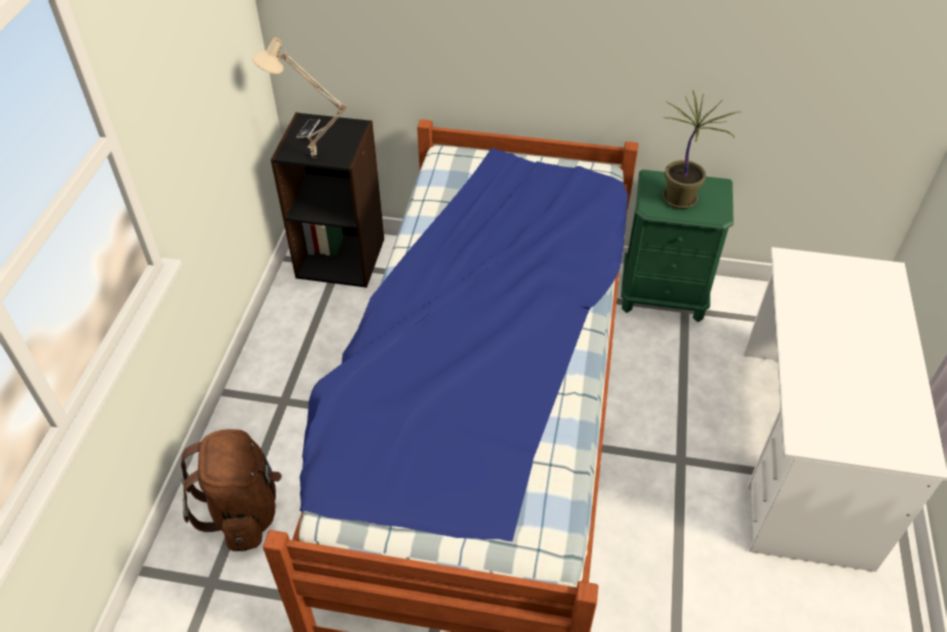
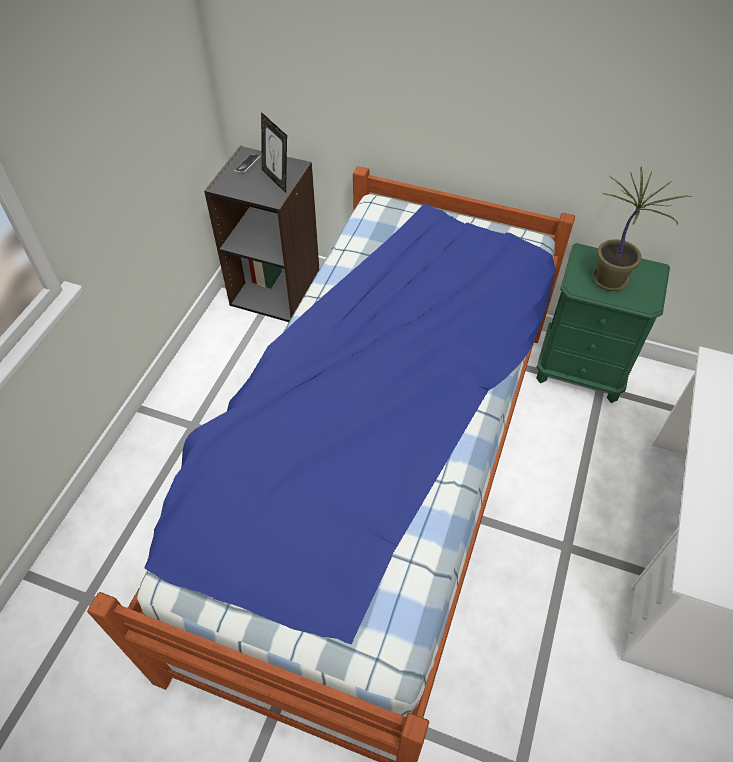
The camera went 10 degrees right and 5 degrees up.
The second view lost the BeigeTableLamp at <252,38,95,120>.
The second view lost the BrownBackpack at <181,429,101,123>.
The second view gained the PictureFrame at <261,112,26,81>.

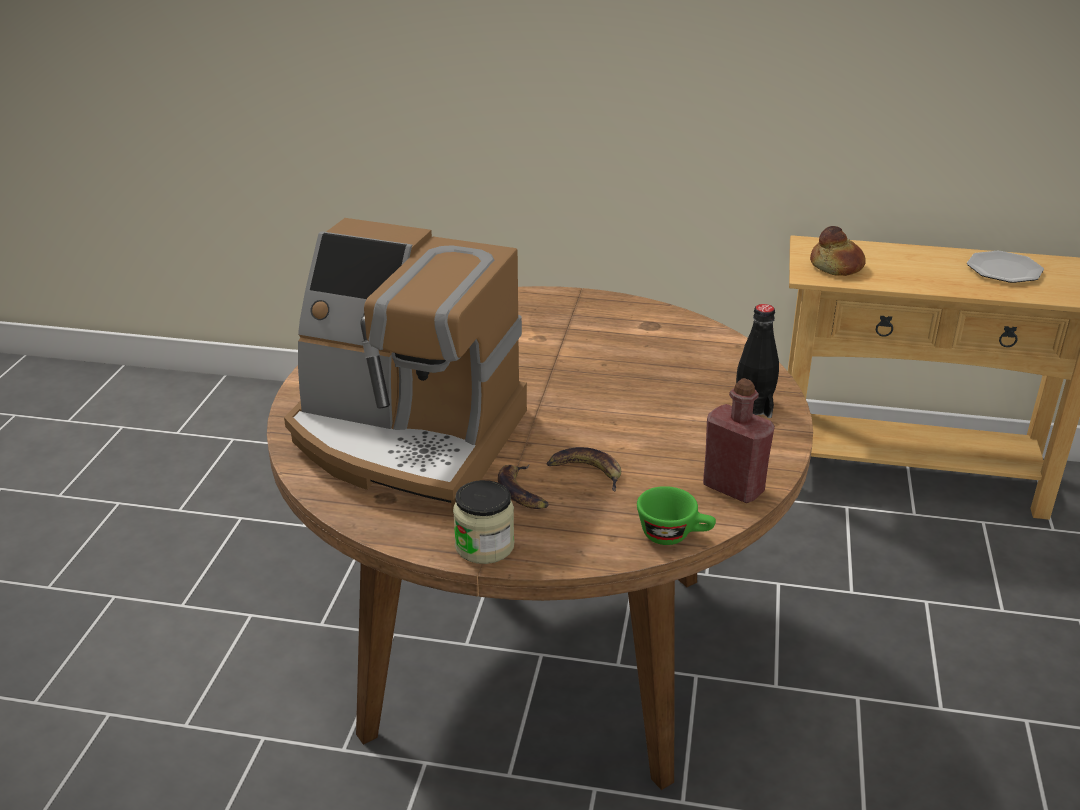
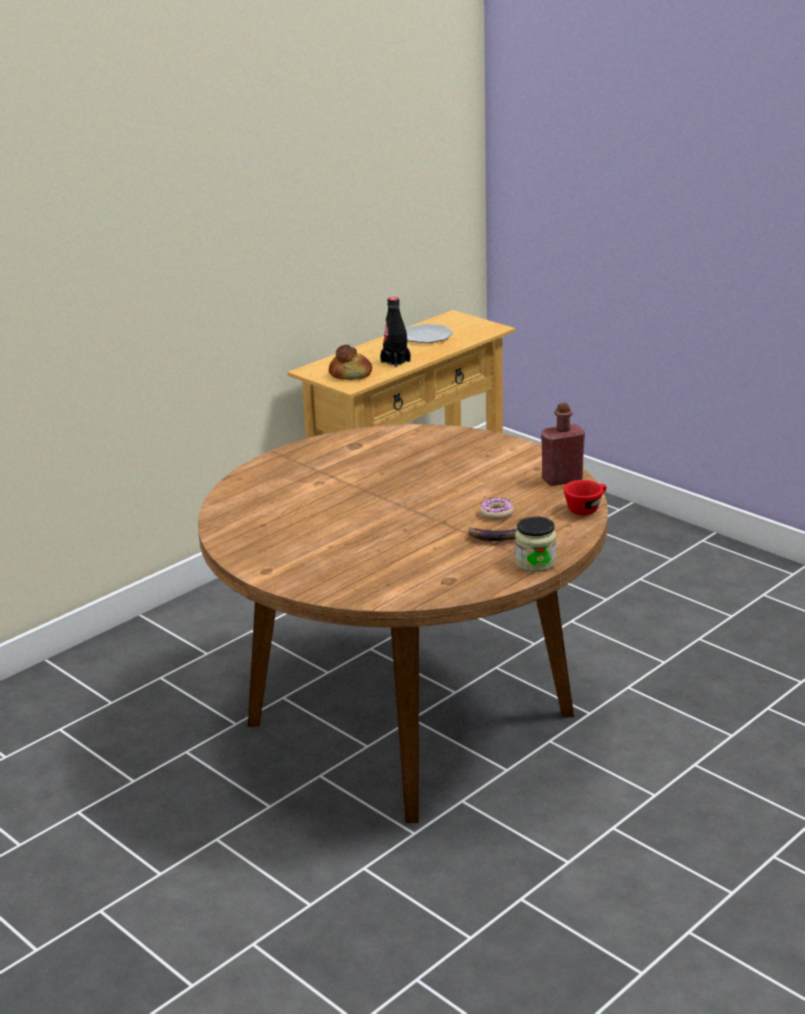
The camera went 55 degrees left and 5 degrees down.
The second view lost the CoffeeMachine at <284,218,243,295>.
The BlackBottle ended up elsewhere, having gone from <736,304,43,114> to <380,297,31,70>.
Where the Banana stood at <547,447,74,44>, the Donut came to stand at <479,497,35,23>.
What was the GreenCup at <637,486,79,59> turned into the RedCup at <564,480,43,35>.

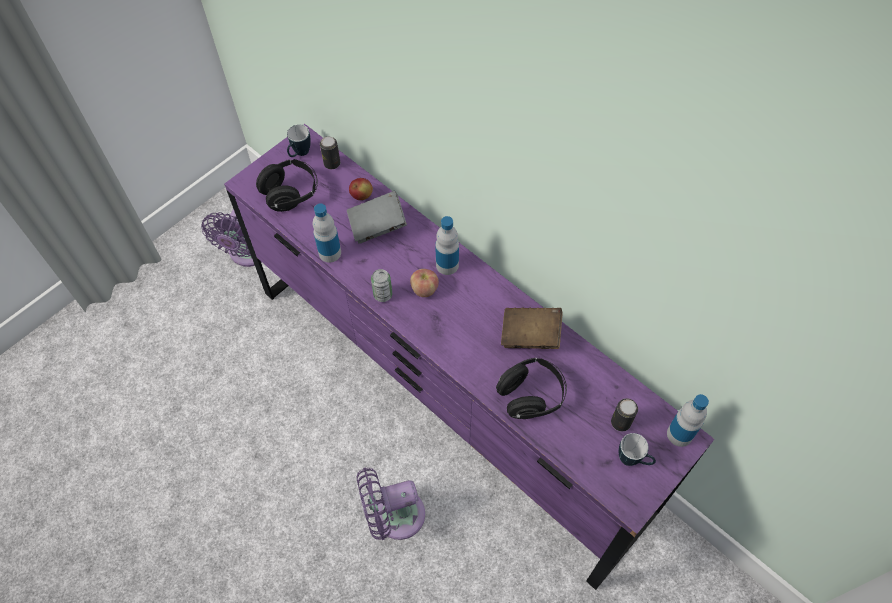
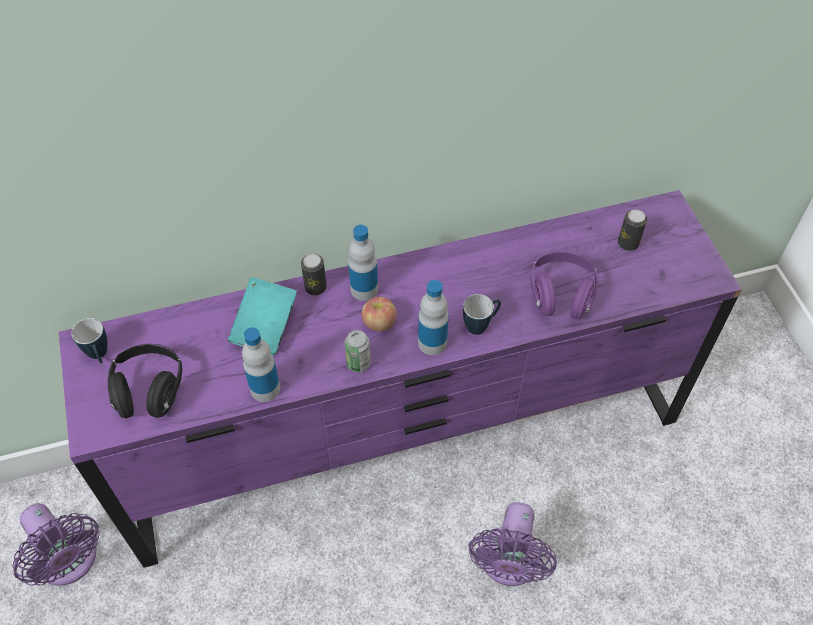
The camera went 60 degrees left and 5 degrees down.
The Can ended up elsewhere, having gone from <320,136,20,33> to <301,254,26,41>.
The second view lost the Apple at <349,178,24,22>.
What was the GreyBook at <347,191,60,53> turned into the TurquoiseBook at <228,277,69,78>.
The second view lost the BrownBook at <501,308,62,41>.
What was the BlackHeadphones at <496,358,71,61> turned into the PurpleHeadphones at <531,252,67,67>.
The Bottle ended up elsewhere, having gone from <667,394,42,53> to <418,280,31,75>.
The Mug ended up elsewhere, having gone from <619,433,37,33> to <463,294,38,41>.

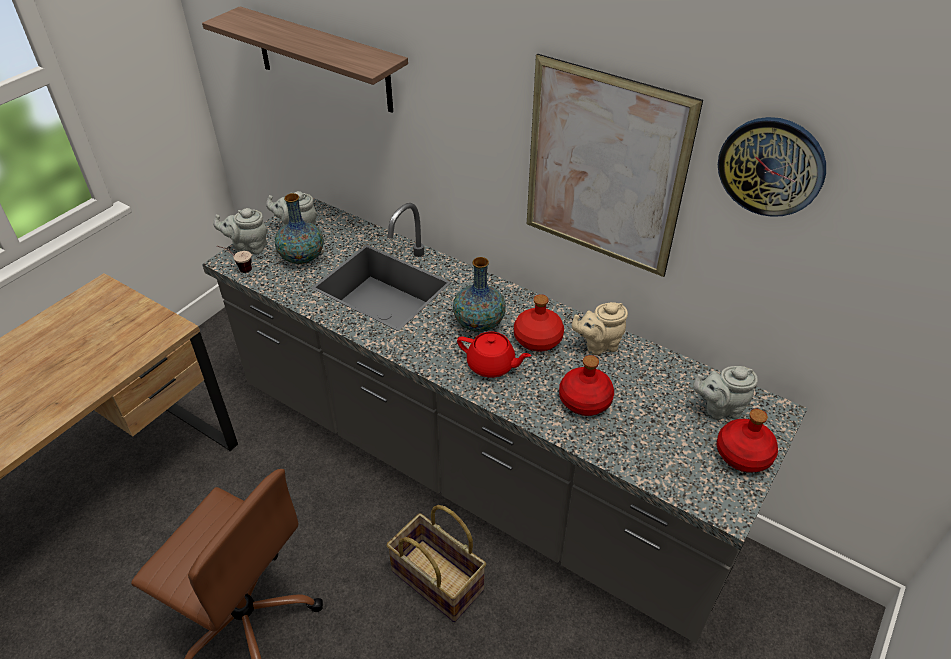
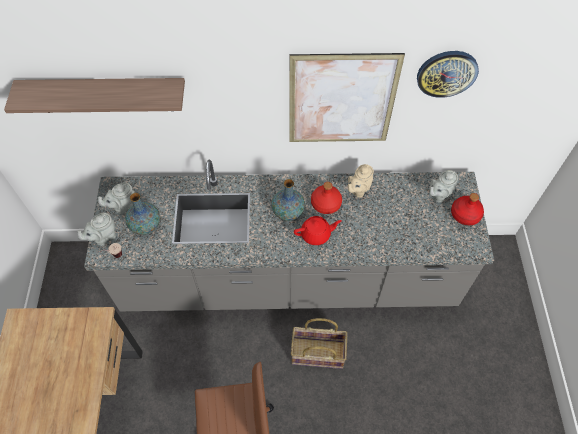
The camera went 35 degrees left and 15 degrees up.
The second view lost the RedBottle at <559,355,55,61>.

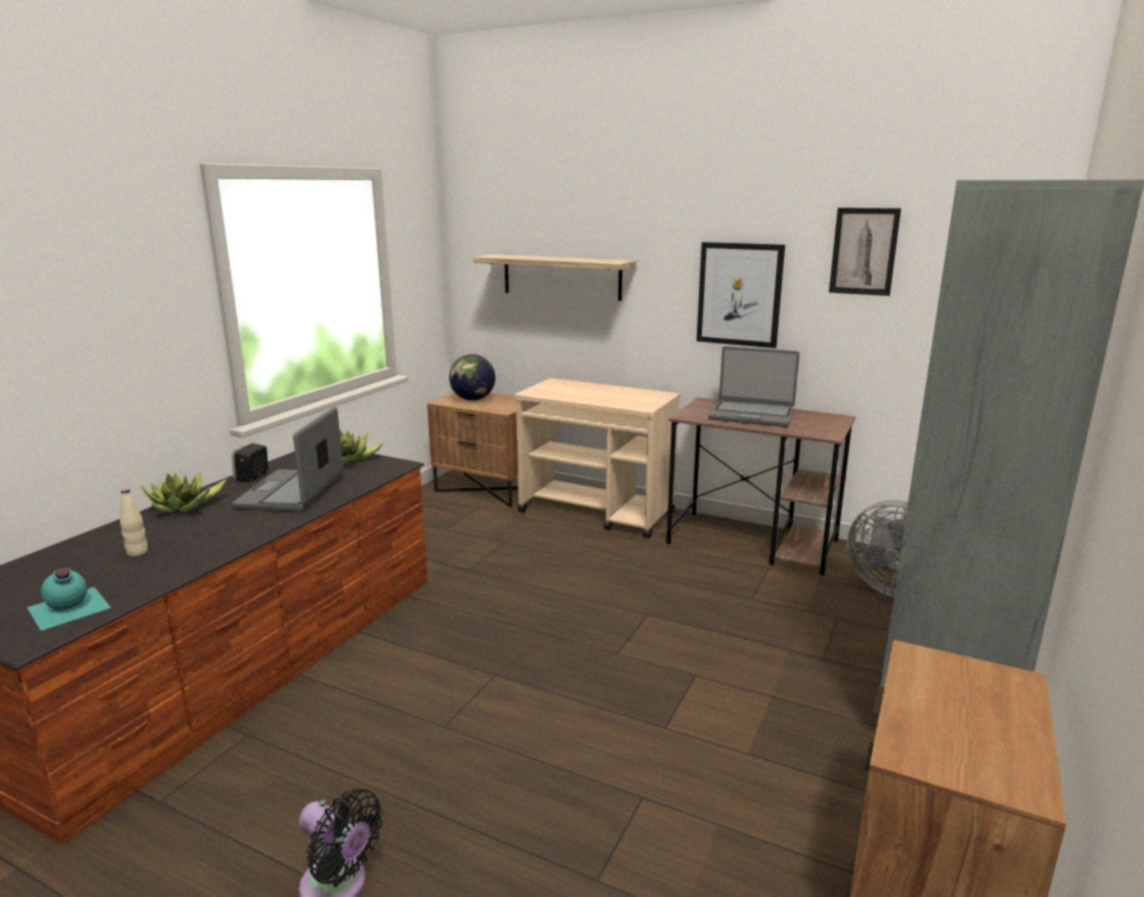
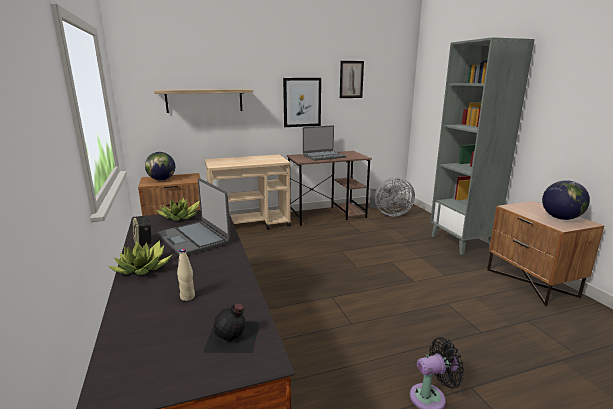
The camera went 45 degrees left and 0 degrees up.
What was the TurquoiseBottle at <27,567,84,64> turned into the BlackBottle at <203,303,57,50>.
The second view gained the Globe at <542,180,48,40>.

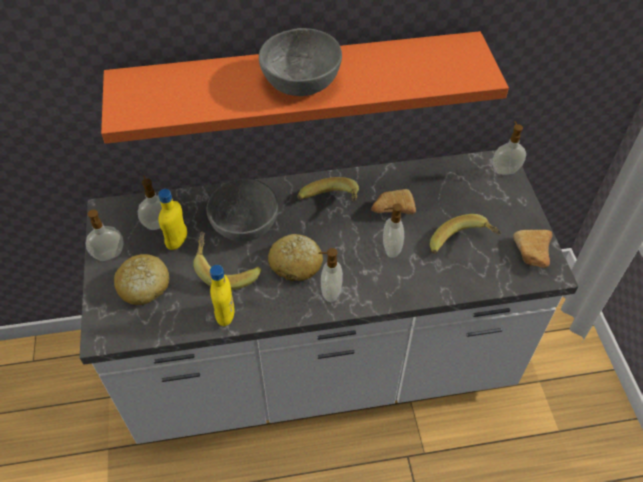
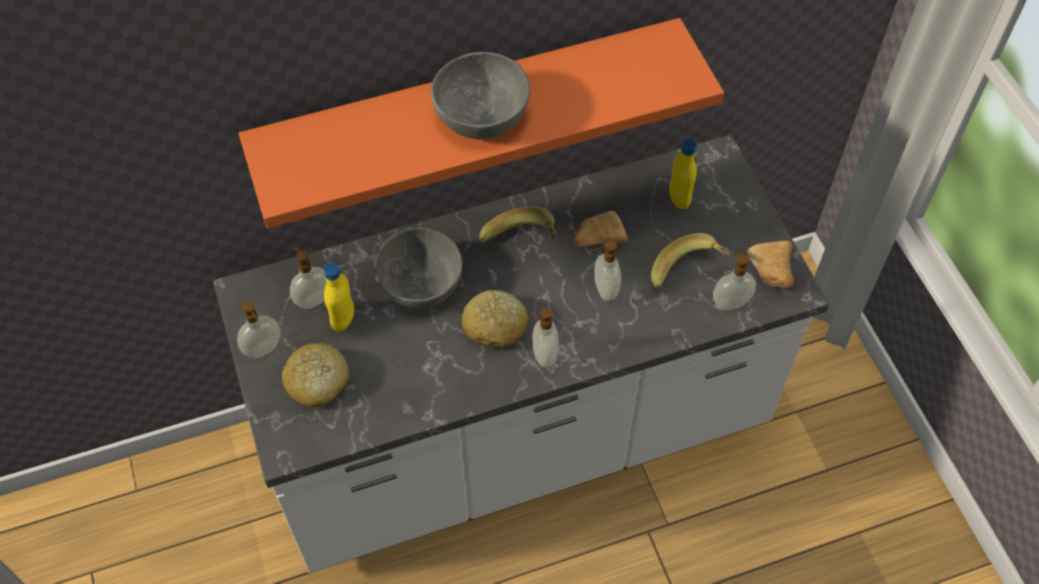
The camera went 10 degrees left and 5 degrees up.
The SoapDispenser ended up elsewhere, having gone from <492,121,34,54> to <713,248,43,62>.
The second view lost the Banana at <193,232,69,58>.
The YellowBottle ended up elsewhere, having gone from <210,265,25,61> to <669,139,28,70>.

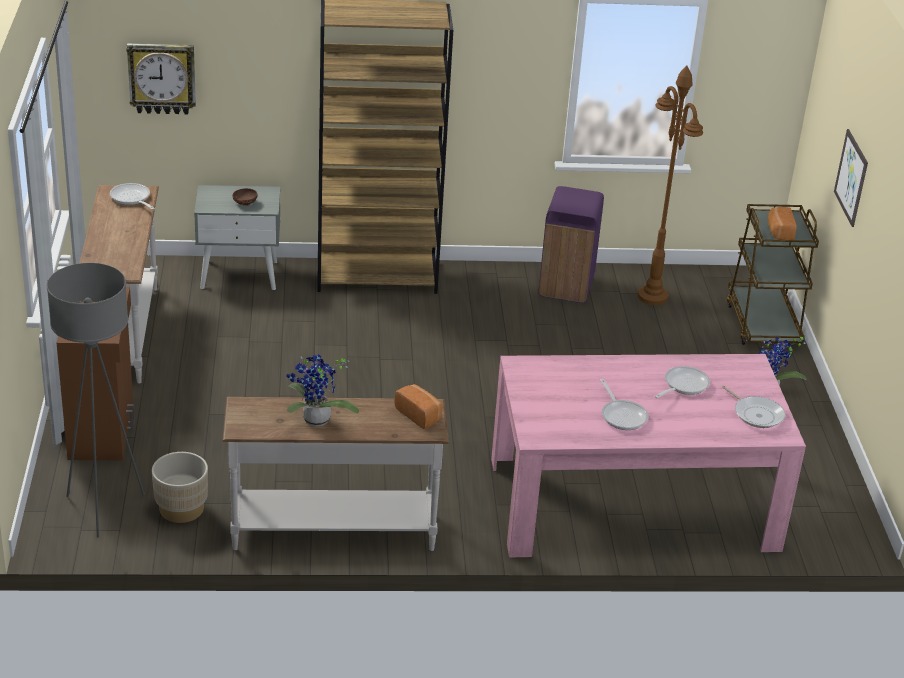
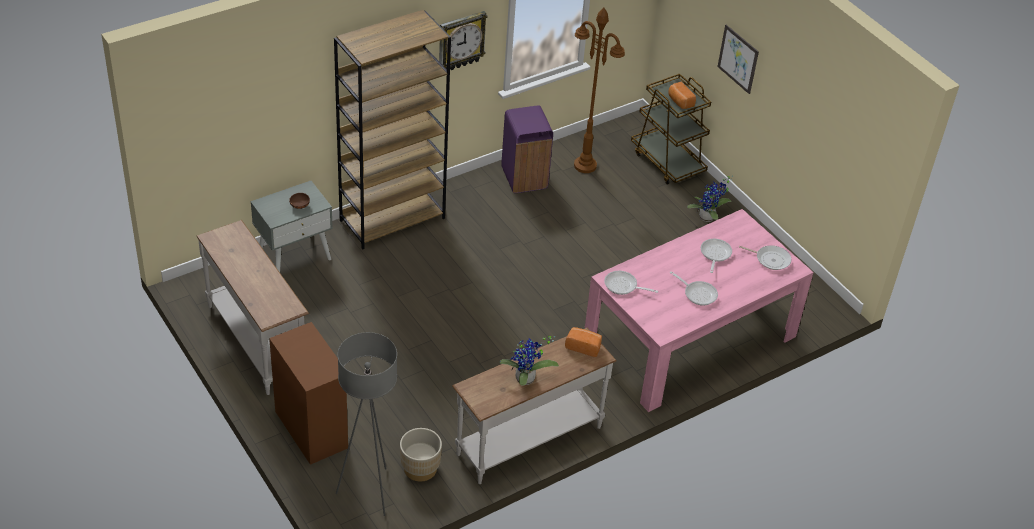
The camera went 30 degrees left and 10 degrees up.
The WallClock ended up elsewhere, having gone from <127,43,69,71> to <439,11,48,59>.
The FryingPan ended up elsewhere, having gone from <110,183,45,27> to <604,271,54,24>.

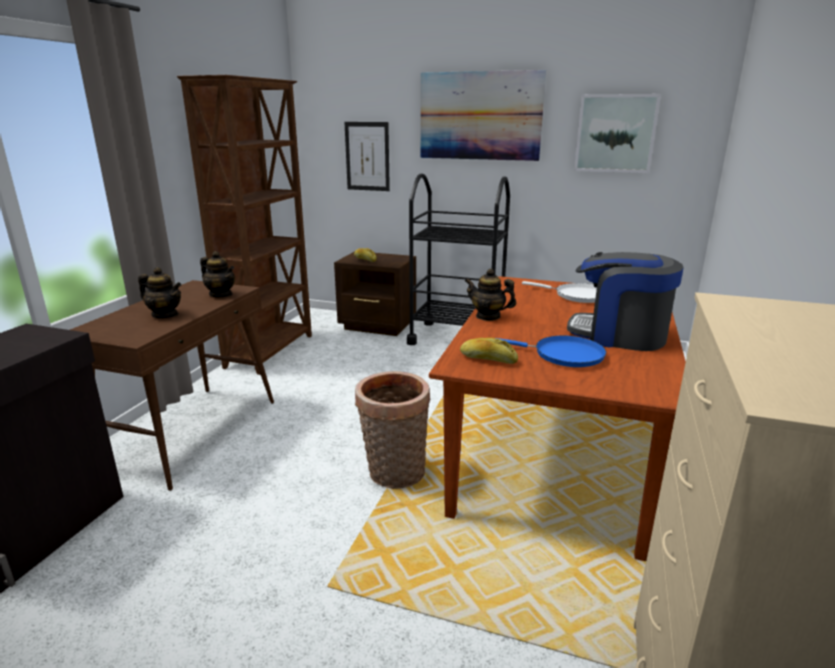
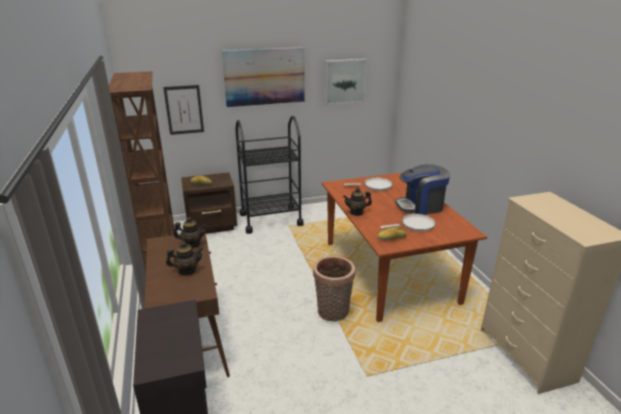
The camera went 35 degrees left and 5 degrees up.
What was the BlueFryingPan at <496,335,110,32> turned into the WhiteFryingPan at <380,214,56,18>.

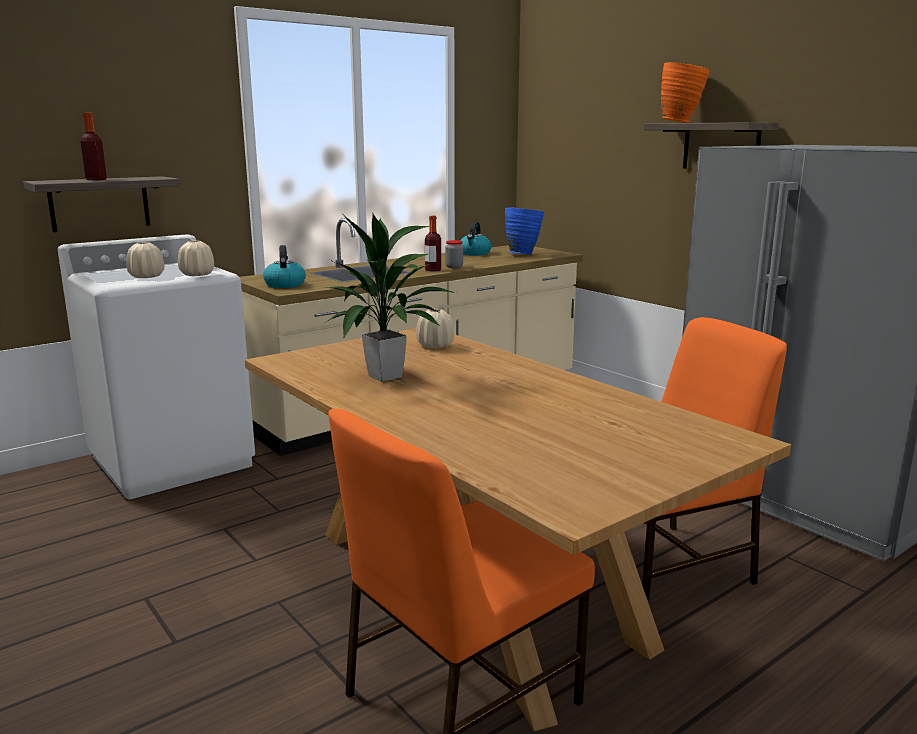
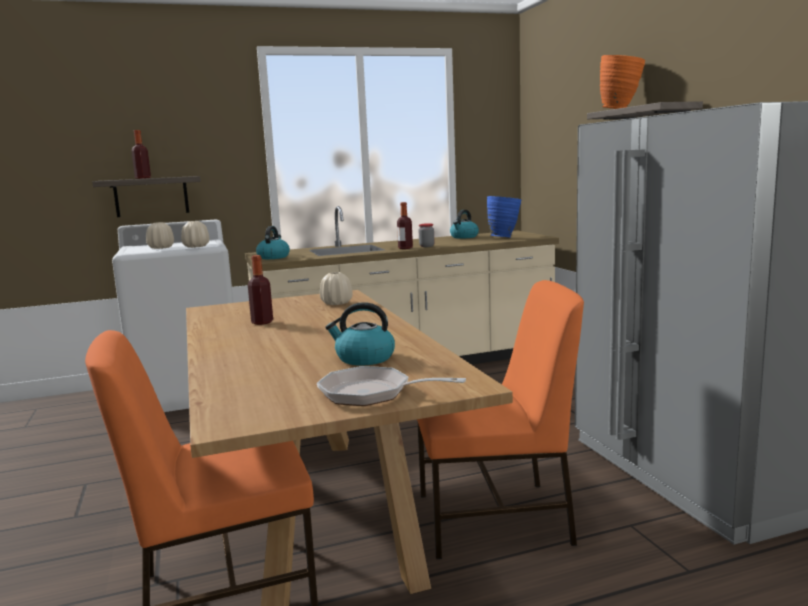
The camera went 20 degrees right and 5 degrees down.
Where the PottedPlant stood at <324,214,132,168>, the Bottle came to stand at <248,255,25,70>.
The second view gained the Kettle at <325,302,70,64>.
The second view gained the FryingPan at <317,366,149,40>.

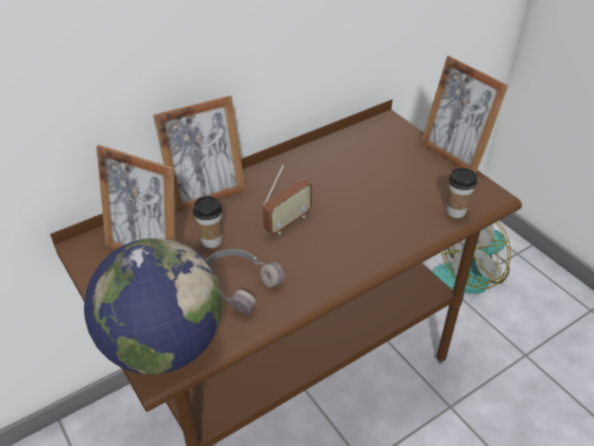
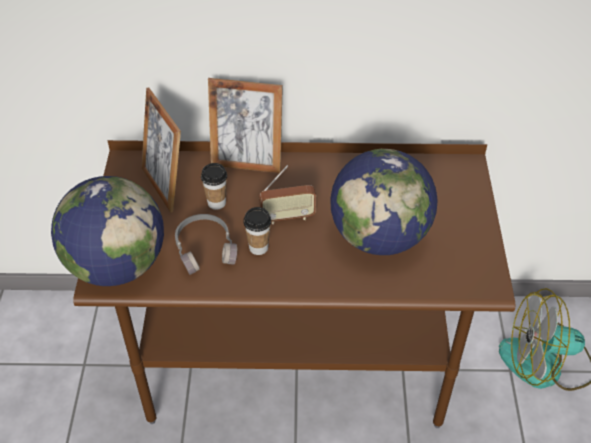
The camera went 35 degrees right and 5 degrees up.
The second view lost the PictureFrame at <421,56,88,117>.
The Cup ended up elsewhere, having gone from <446,168,31,50> to <243,207,28,48>.
The second view gained the Globe at <330,149,108,106>.

